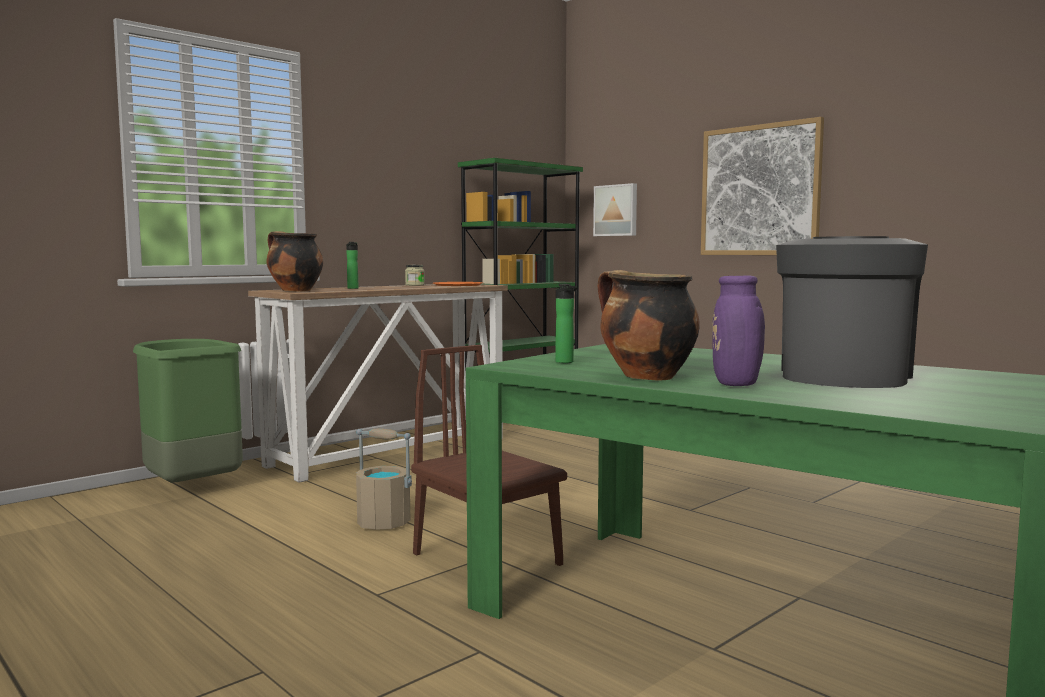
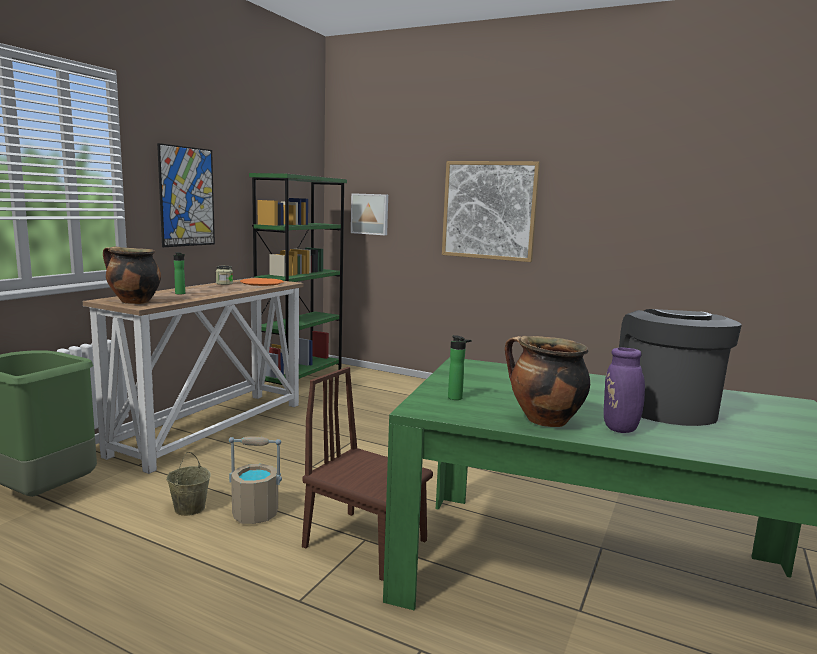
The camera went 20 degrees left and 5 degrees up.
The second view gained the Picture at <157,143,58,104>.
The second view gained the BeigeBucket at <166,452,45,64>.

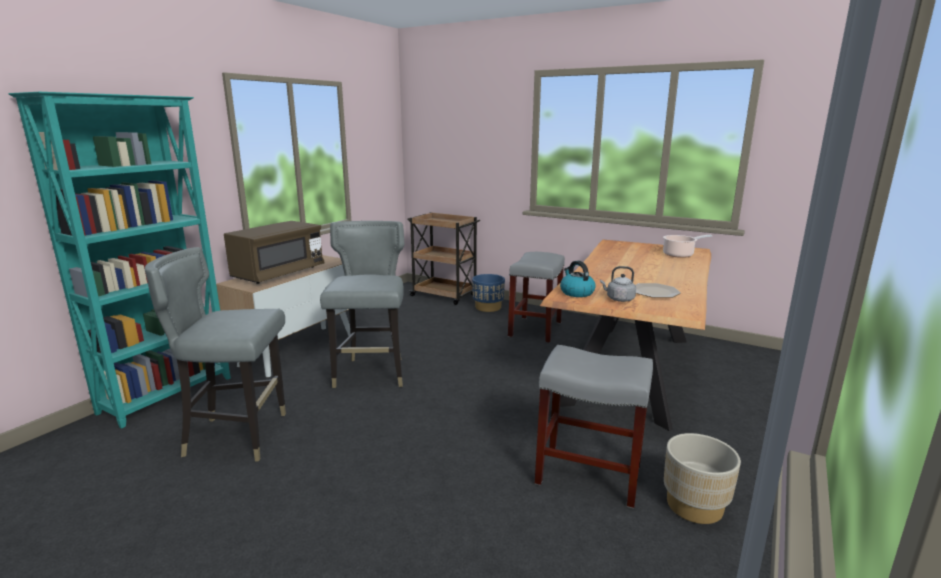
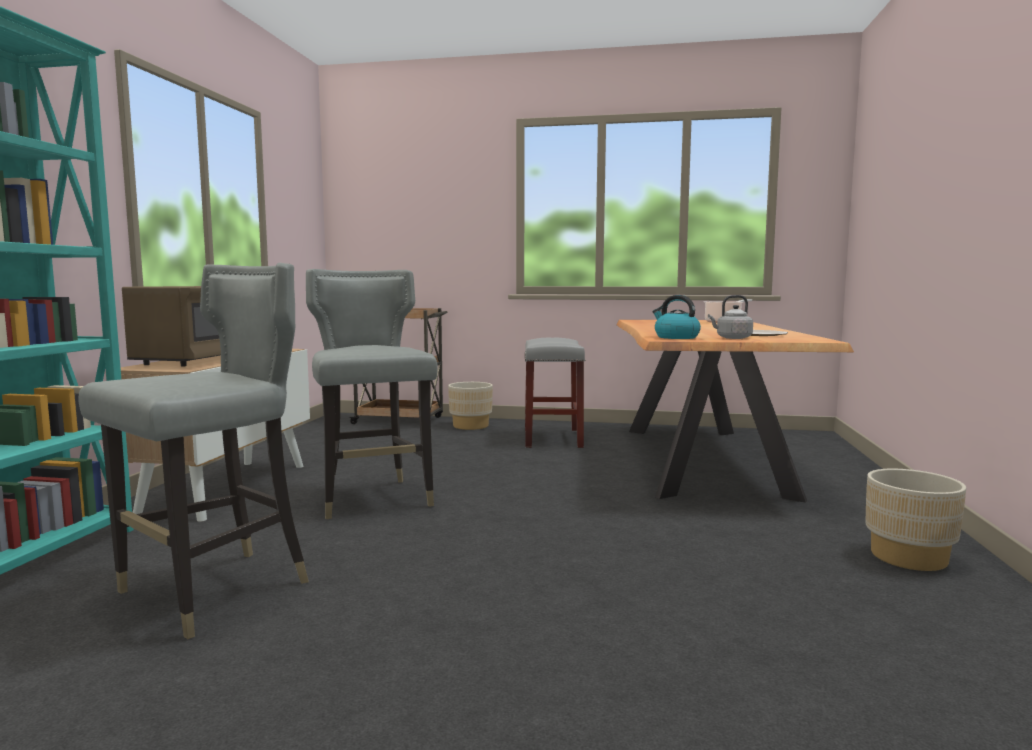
The camera went 20 degrees left and 10 degrees down.
The GreyChair at <145,247,141,214> ended up facing another way, 150 degrees clockwise from before.
What was the BluePlanter at <472,274,33,38> turned into the BeigePlanter at <448,382,45,48>.
The second view lost the GreyStool at <535,345,118,164>.

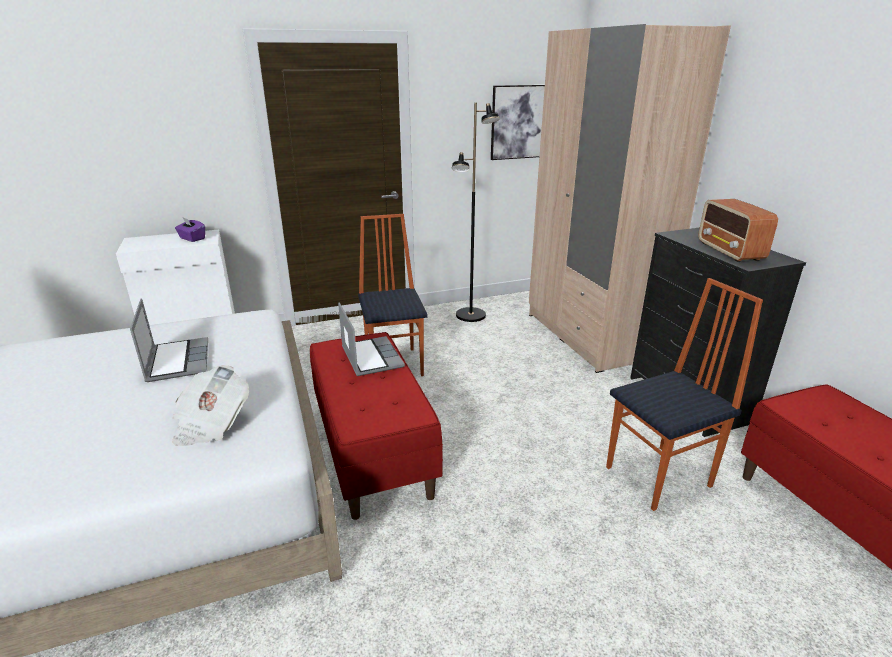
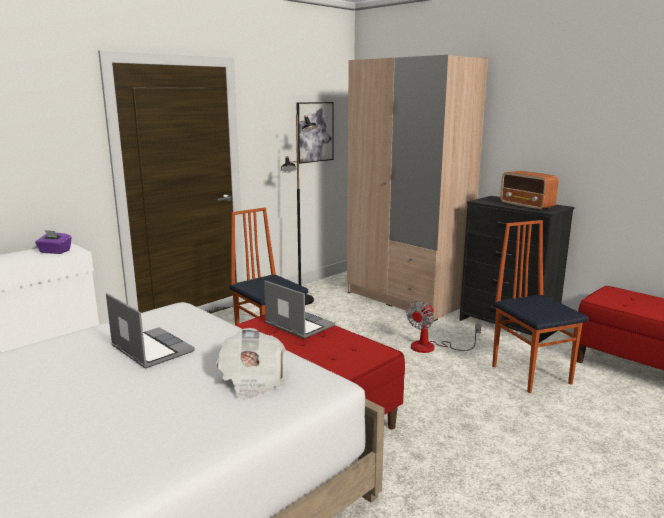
The camera went 25 degrees left and 10 degrees down.
The Chair at <606,278,157,233> ended up facing another way, 60 degrees counterclockwise from before.
The second view gained the Fan at <406,301,75,52>.

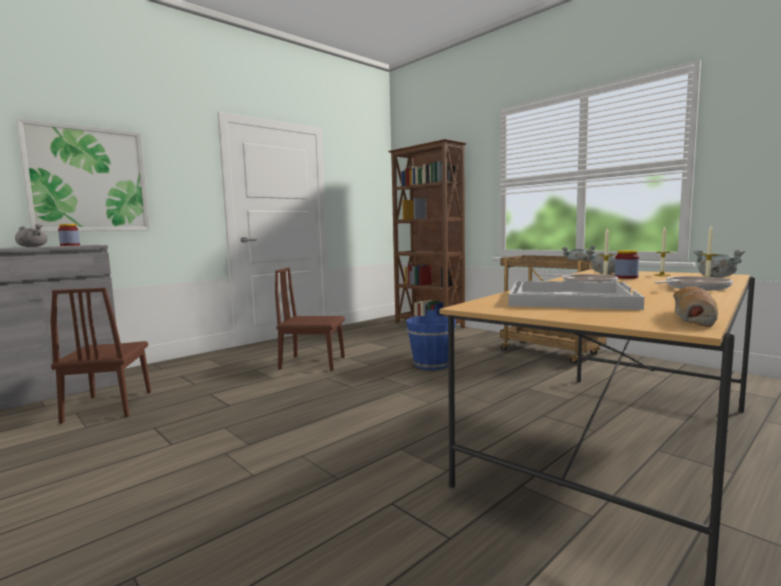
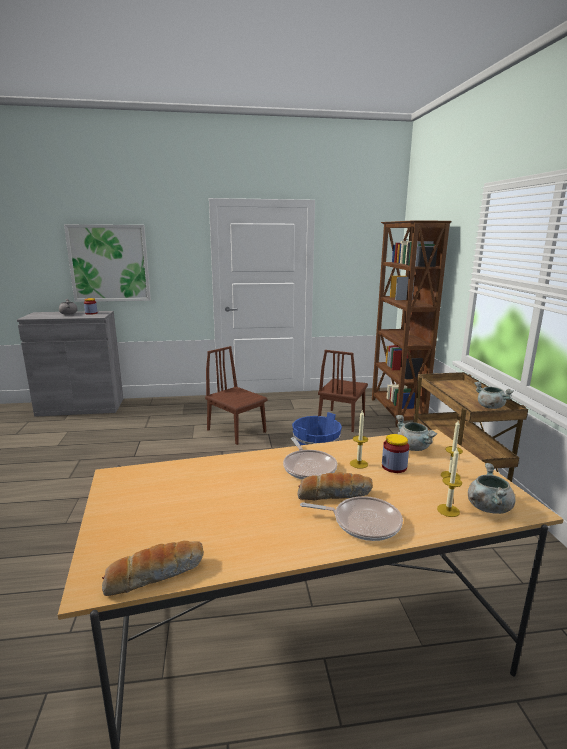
The camera went 35 degrees right and 10 degrees up.
The second view lost the WhiteTray at <508,281,136,29>.
The BrownChair ended up elsewhere, having gone from <51,288,100,136> to <318,350,50,82>.
The second view gained the Bread at <297,472,76,29>.

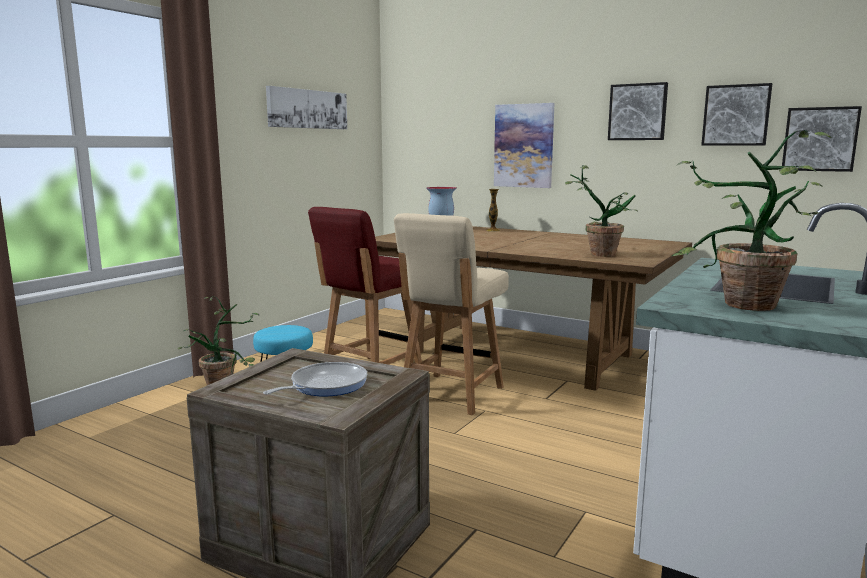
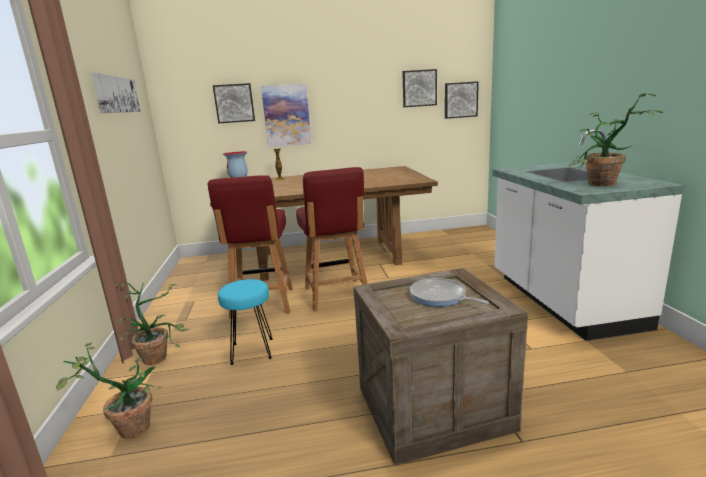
The camera went 40 degrees left and 5 degrees up.
The Picture ended up elsewhere, having gone from <608,82,60,58> to <213,83,42,40>.
The PottedPlant ended up elsewhere, having gone from <565,165,72,92> to <56,343,107,96>.
What was the BeigeChair at <394,213,115,202> turned into the RedChair at <296,167,71,144>.
The FryingPan at <263,362,105,34> ended up facing another way, 45 degrees counterclockwise from before.

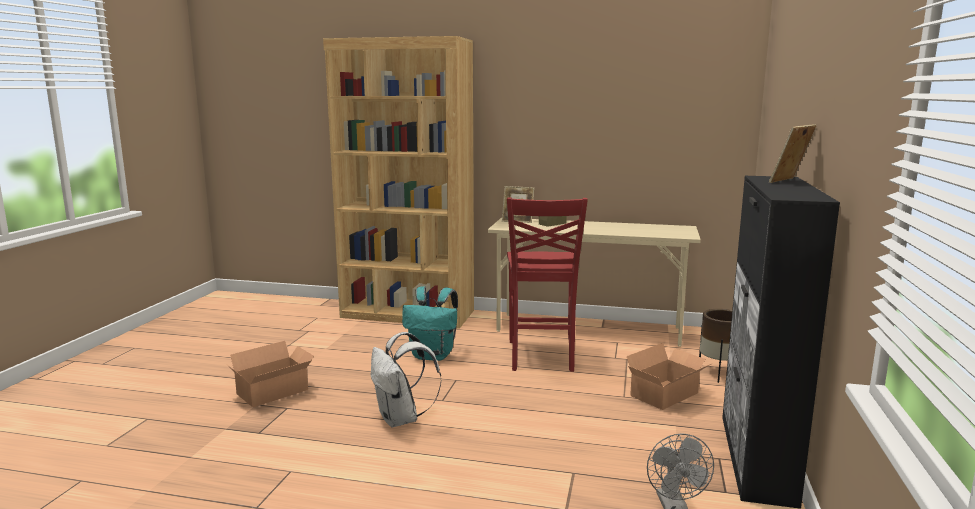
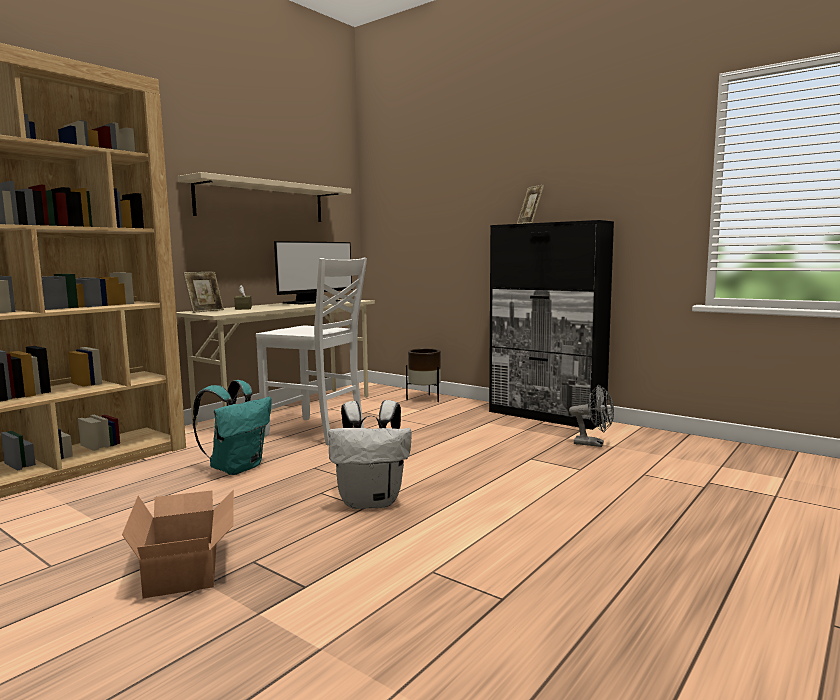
The camera went 65 degrees left and 5 degrees down.
What was the RedChair at <507,197,81,175> turned into the WhiteChair at <256,257,111,189>.
The second view lost the CardboardBox at <627,343,84,67>.
The second view gained the BeigeShelf at <178,172,173,50>.
The second view gained the Monitor at <274,241,78,64>.

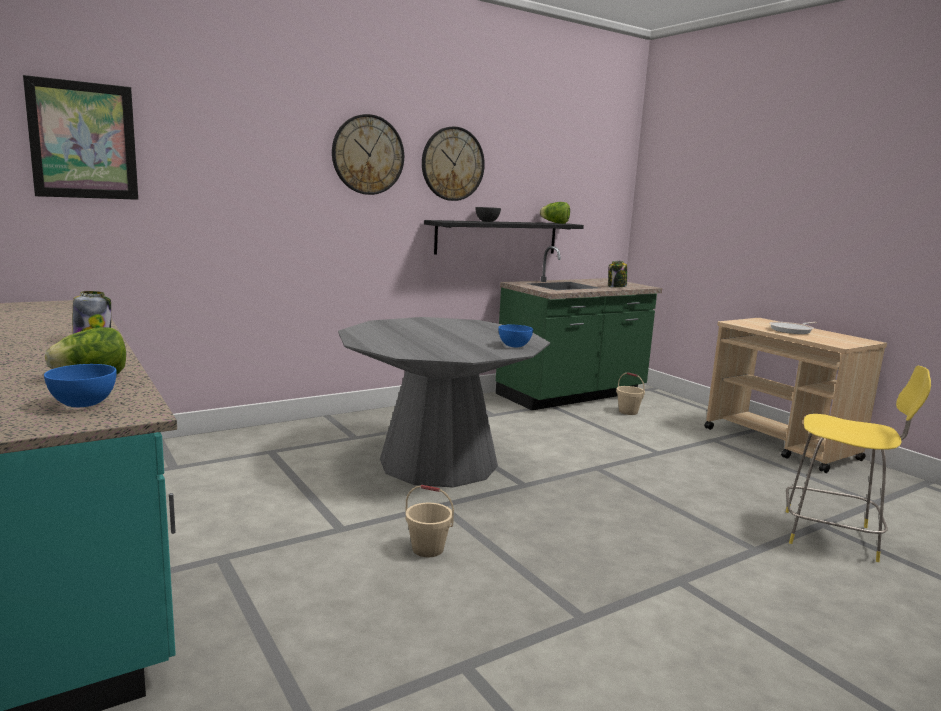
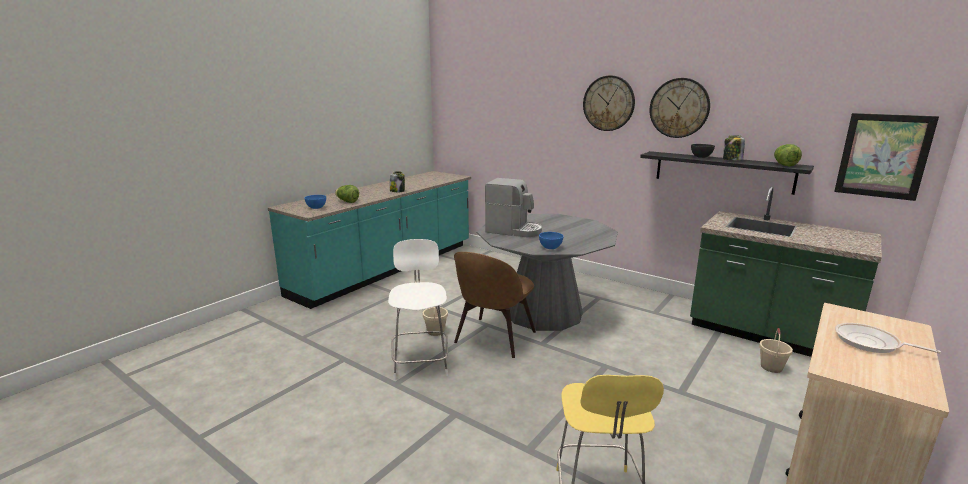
The camera went 70 degrees right and 5 degrees up.
The Picture ended up elsewhere, having gone from <23,75,115,125> to <834,113,105,88>.
The Jar ended up elsewhere, having gone from <608,261,19,27> to <723,136,22,24>.
The second view gained the CoffeeMachine at <485,178,57,59>.
The second view gained the WhiteStool at <388,239,60,141>.
The second view gained the BrownChair at <454,252,82,106>.

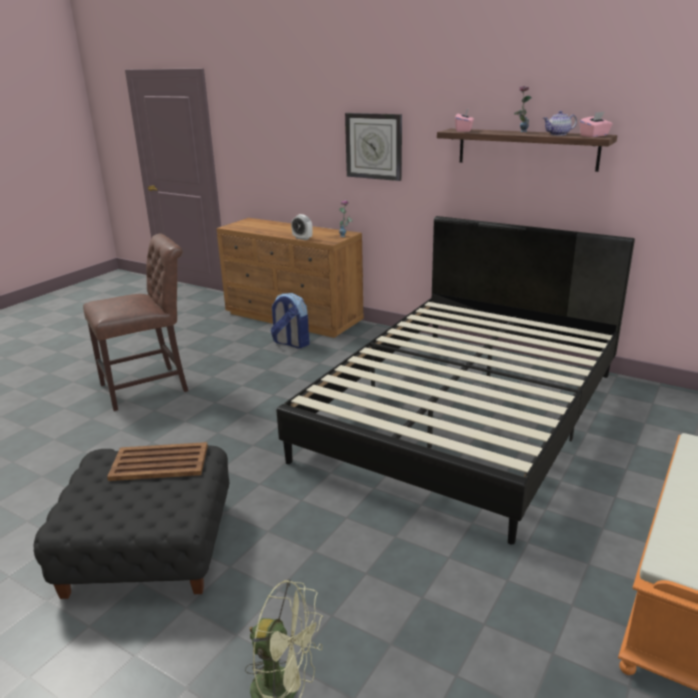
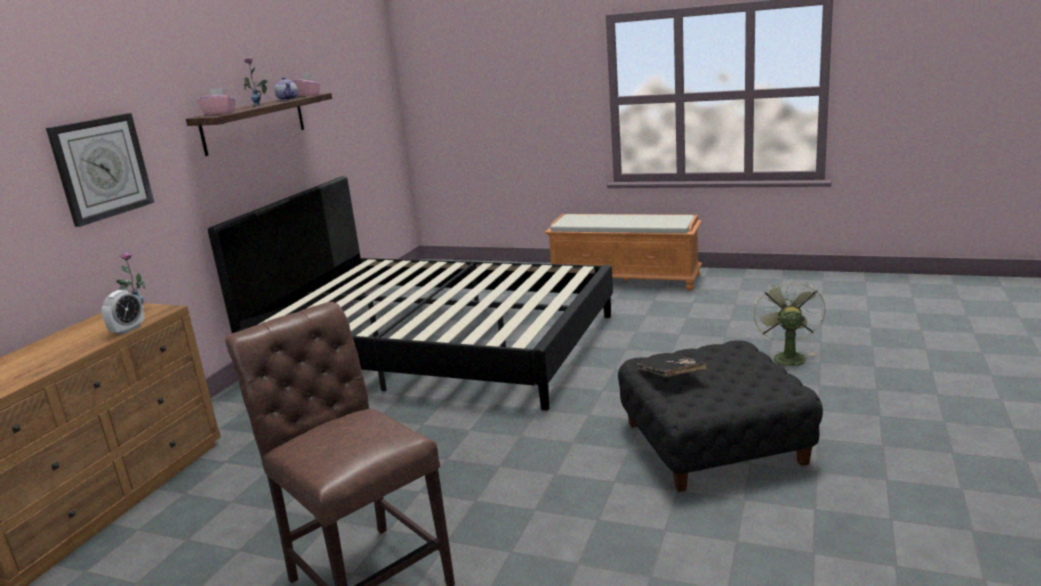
The camera went 100 degrees left and 5 degrees down.
The second view lost the Backpack at <271,293,39,55>.
Where the BrownTray stood at <107,442,101,39>, the BlackBook came to stand at <637,355,70,22>.

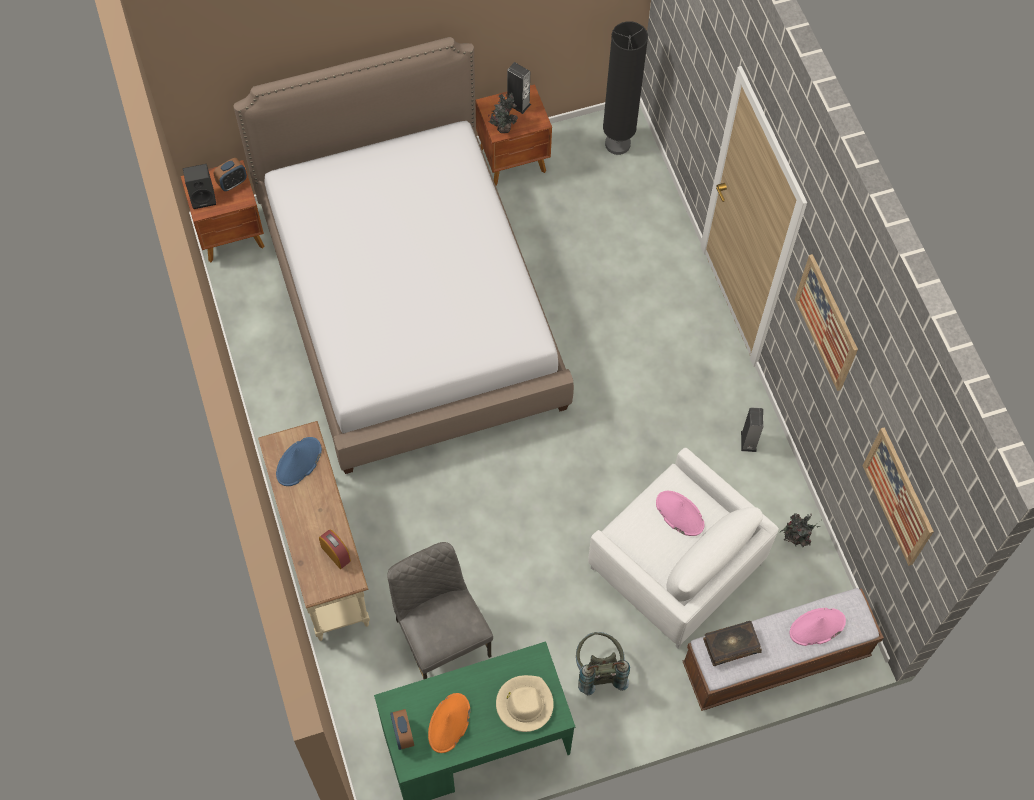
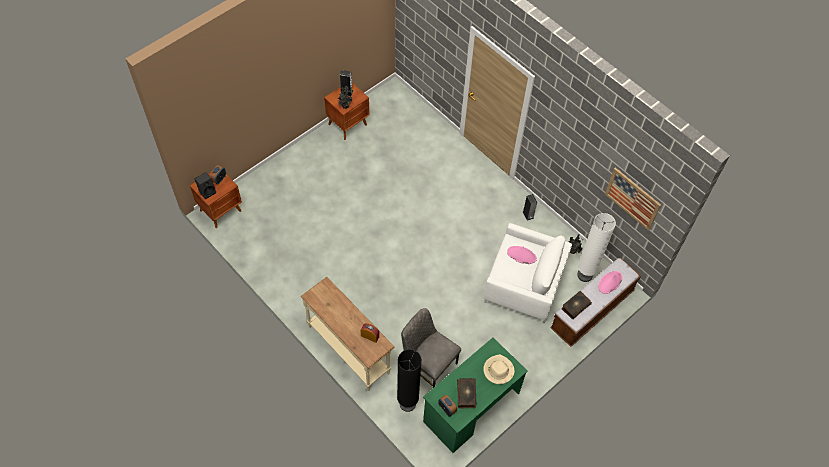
The camera went 25 degrees left and 5 degrees down.
The BlackFloorLamp ended up elsewhere, having gone from <603,21,45,134> to <397,349,25,63>.
The second view lost the Bed at <233,37,341,437>.
The second view lost the Picture at <795,254,63,137>.
The second view lost the BlueHat at <276,437,46,49>.
The second view lost the GreyBackpack at <576,632,54,63>.
Where the OrangeHat stood at <428,693,42,60>, the Book came to stand at <457,378,20,30>.
The second view gained the WhiteFloorLamp at <577,213,39,69>.

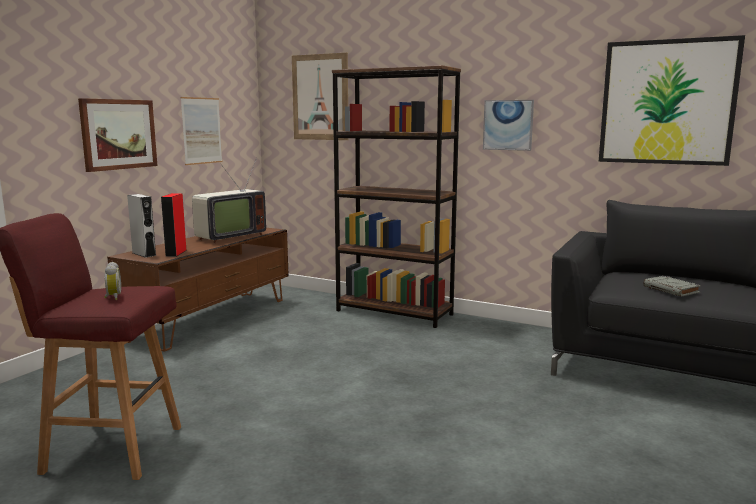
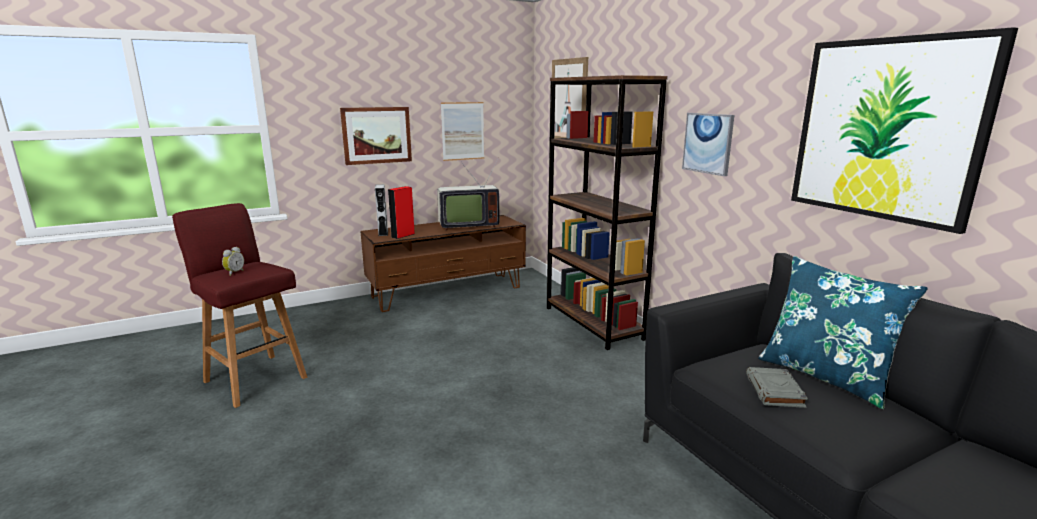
The camera went 35 degrees right and 5 degrees up.
The second view gained the BluePillow at <758,256,170,153>.

